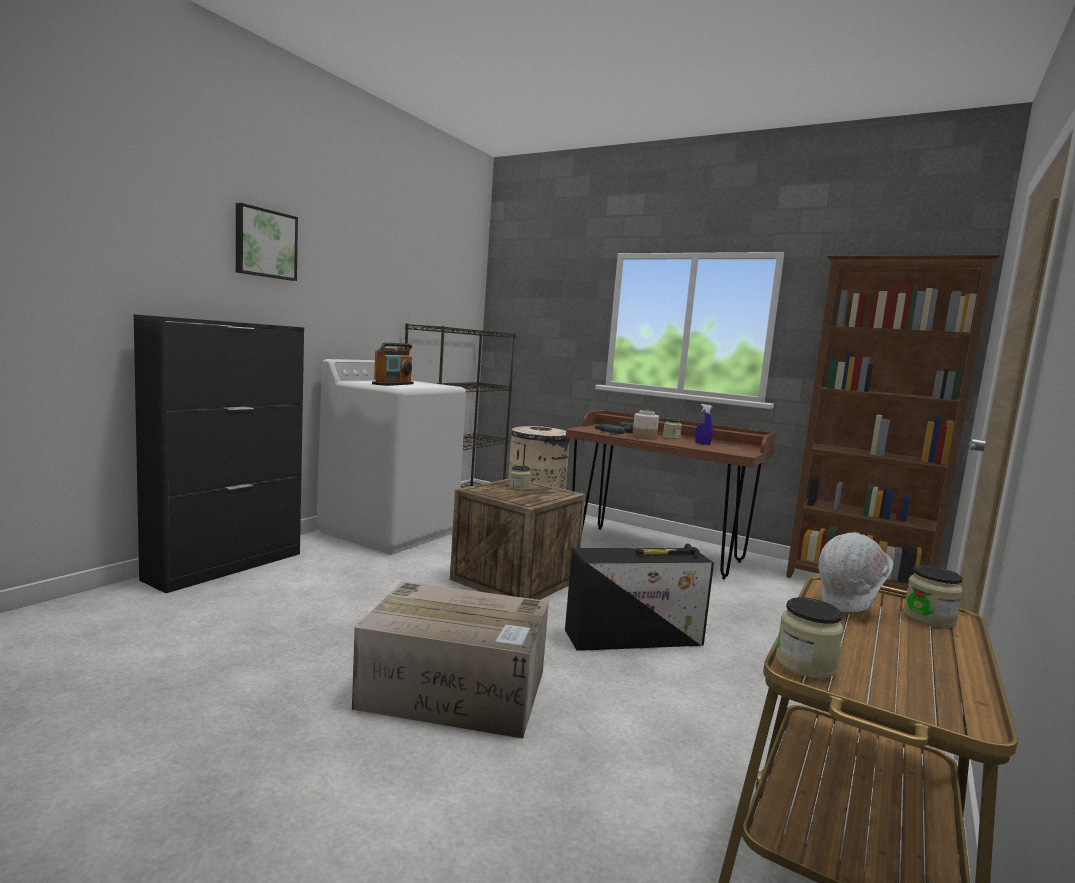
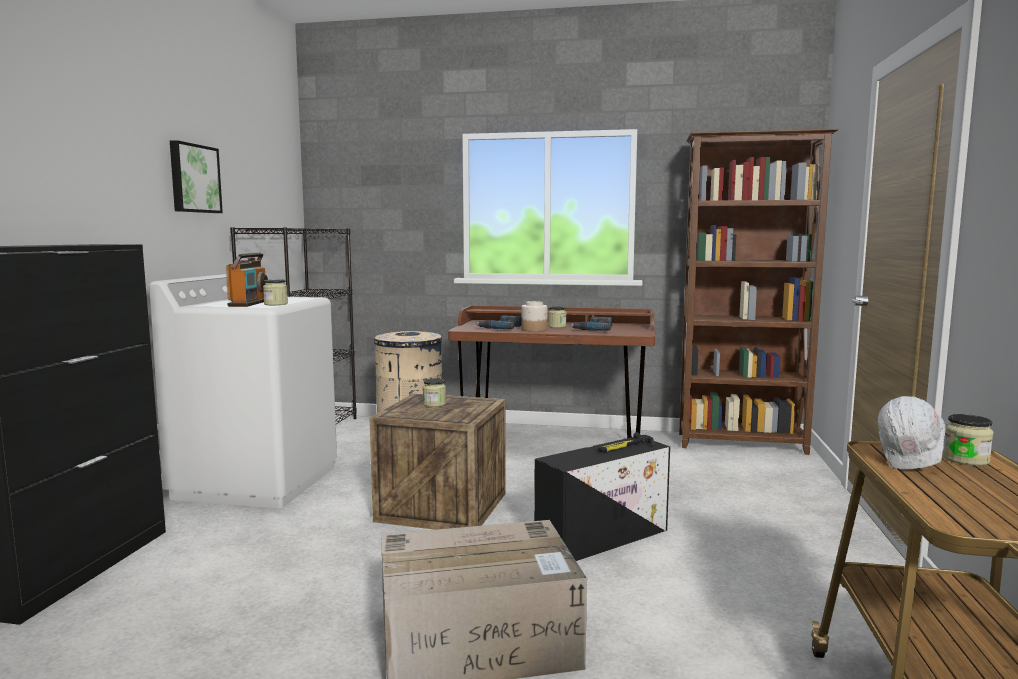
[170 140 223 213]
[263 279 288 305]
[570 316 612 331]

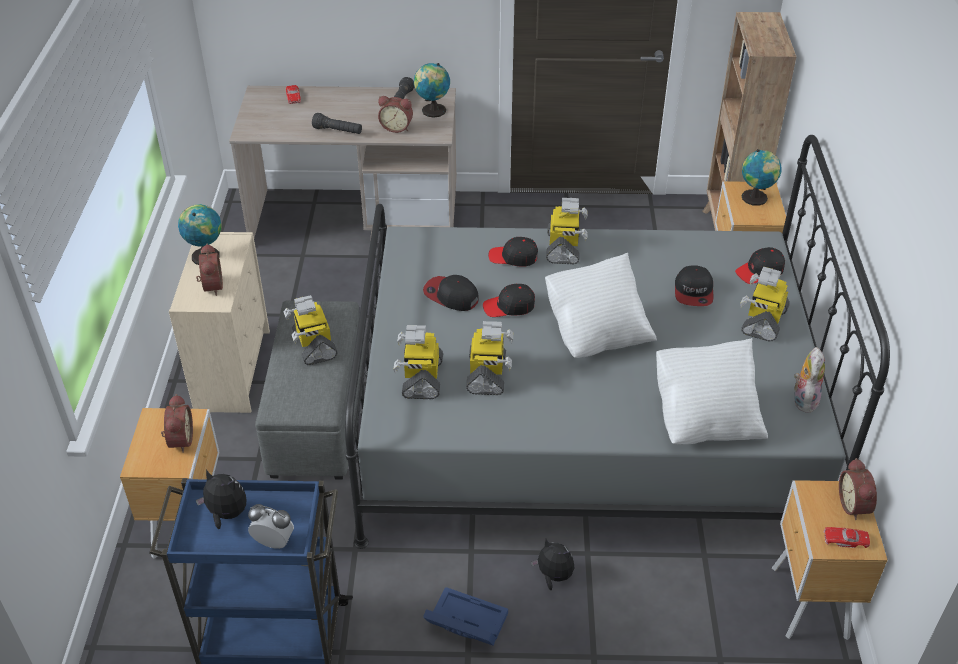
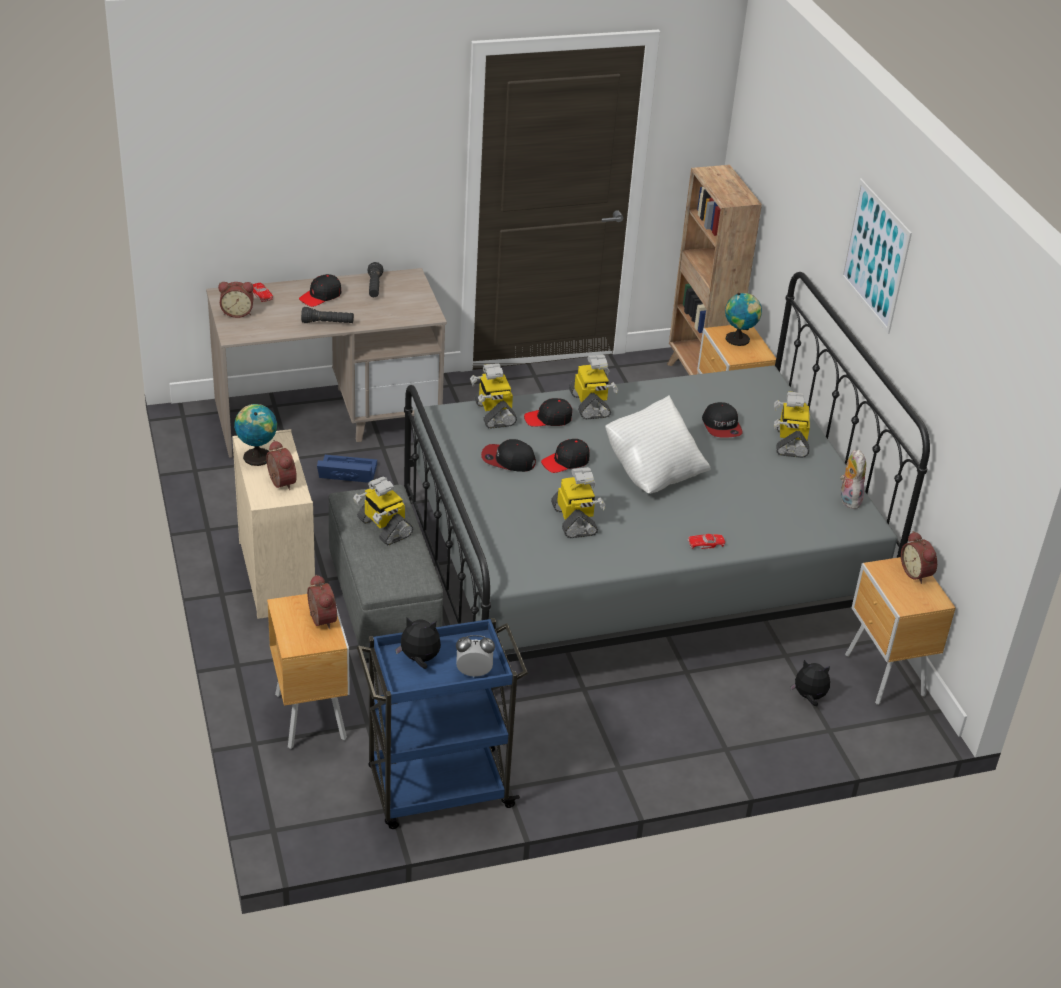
[218 282 254 318]
[299 274 341 307]
[317 455 377 483]
[470 364 517 429]
[688 534 725 549]
[790 660 830 706]
[840 179 912 334]
[414 63 450 118] (first image)
[656 338 768 445] (first image)

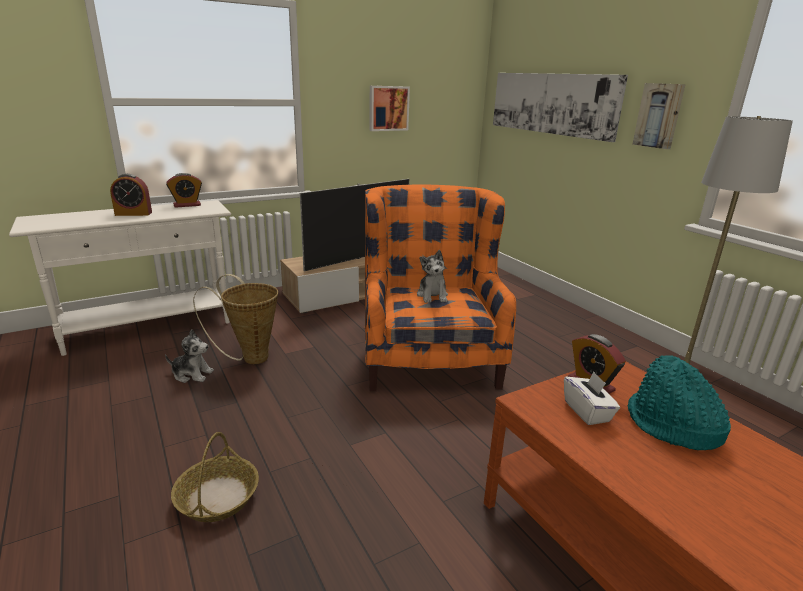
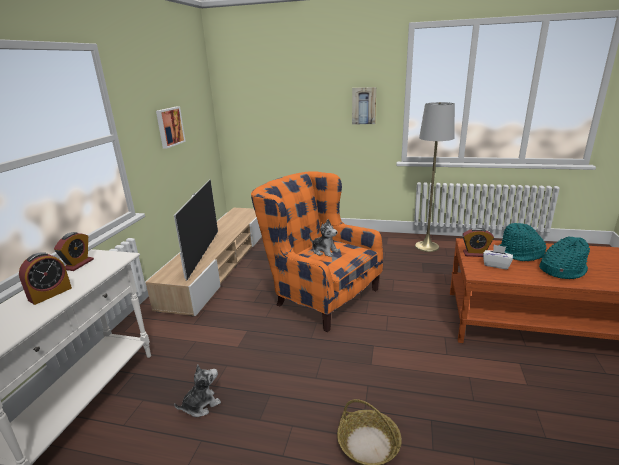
[539 237 590 279]
[193 274 278 364] (first image)
[493 73 628 142] (first image)

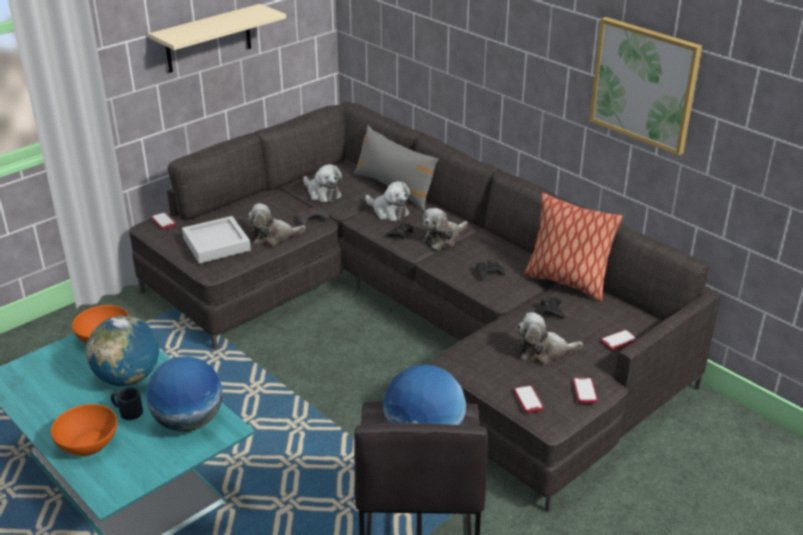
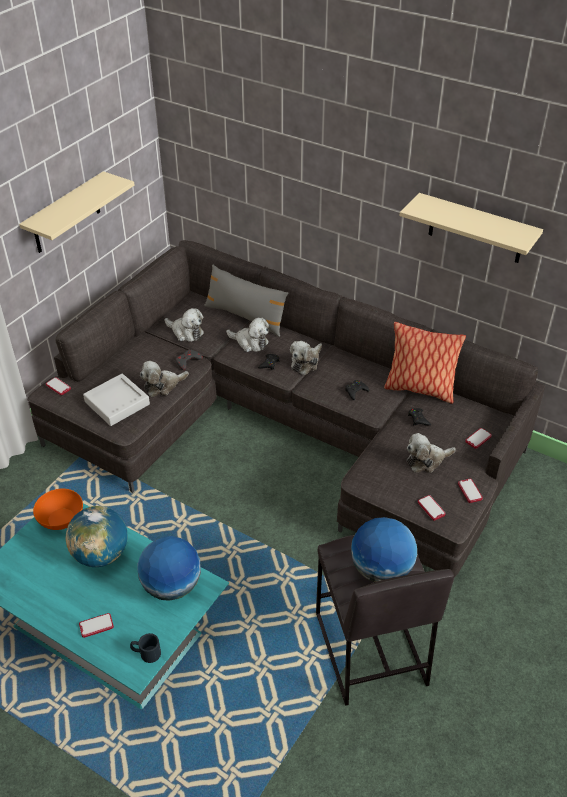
[79 613 114 638]
[130 633 161 663]
[400 193 543 263]

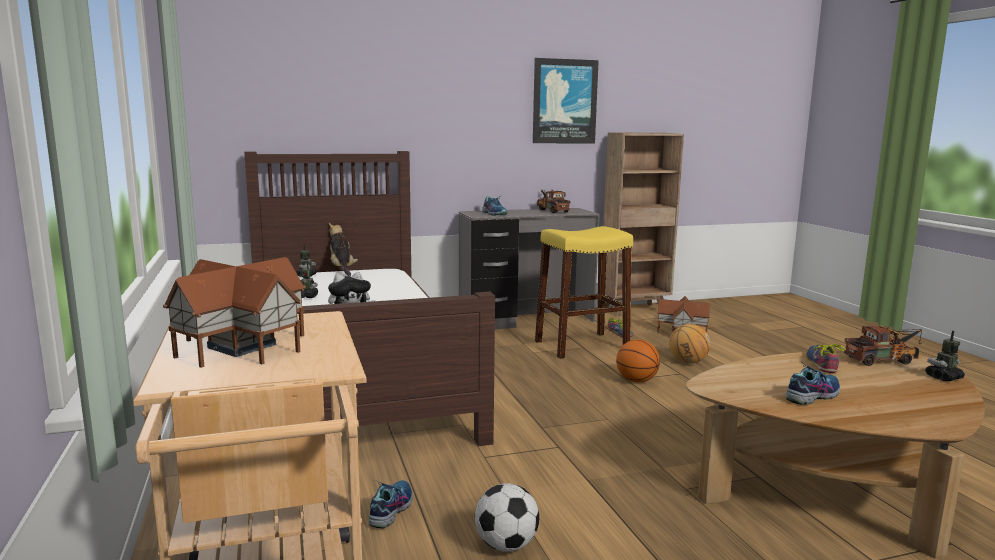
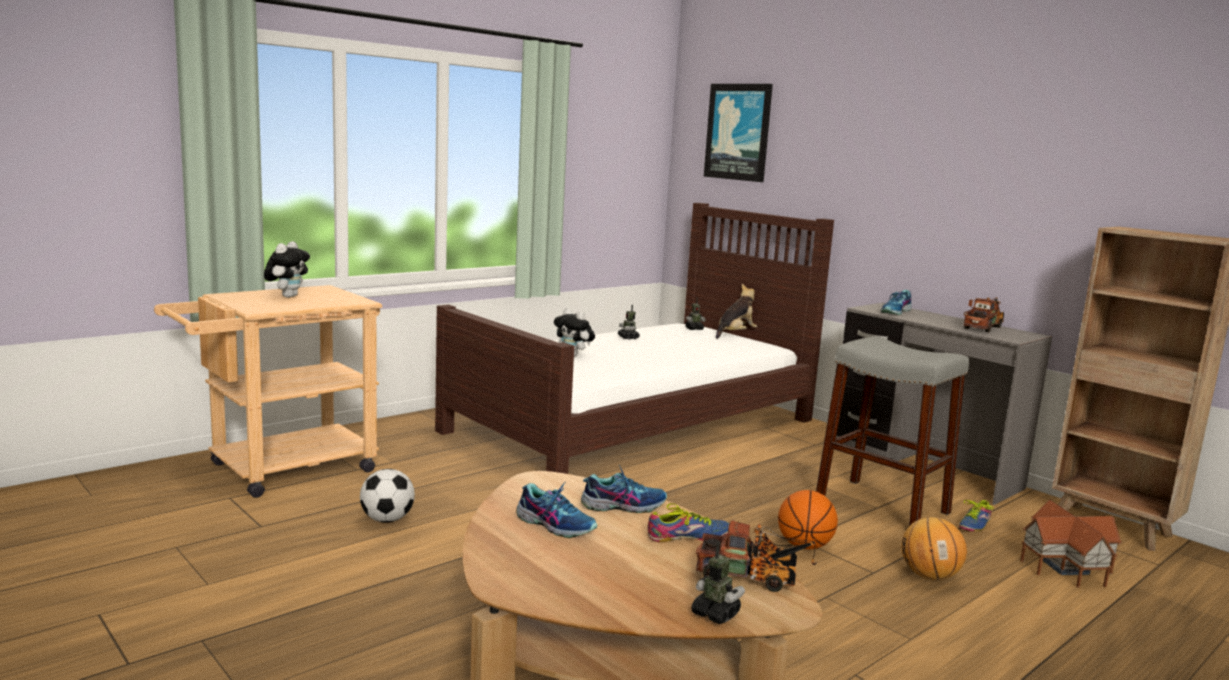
[264 241 310 298]
[581 465 667 513]
[696 520 817 592]
[704 84 773 182]
[816 337 969 526]

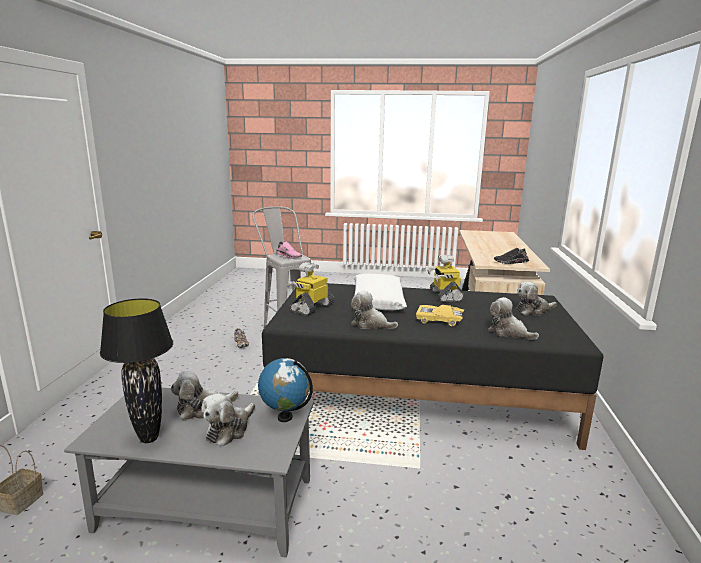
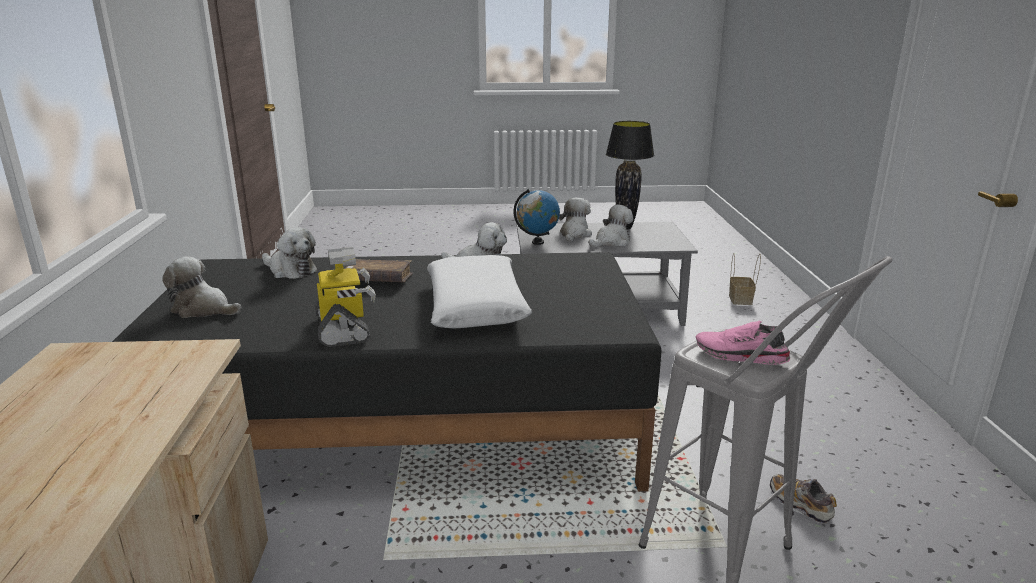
[163 257 241 318]
[344 259 413 282]
[287 262 334 316] (first image)
[494 248 529 264] (first image)

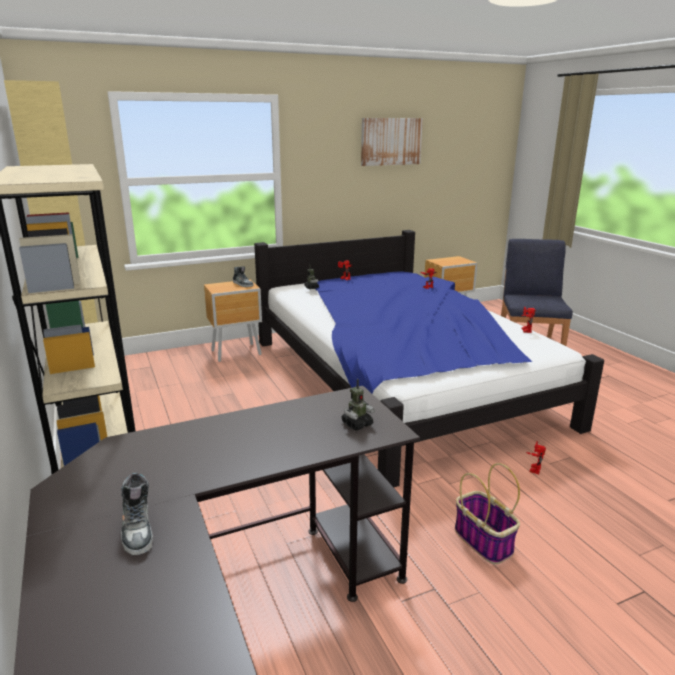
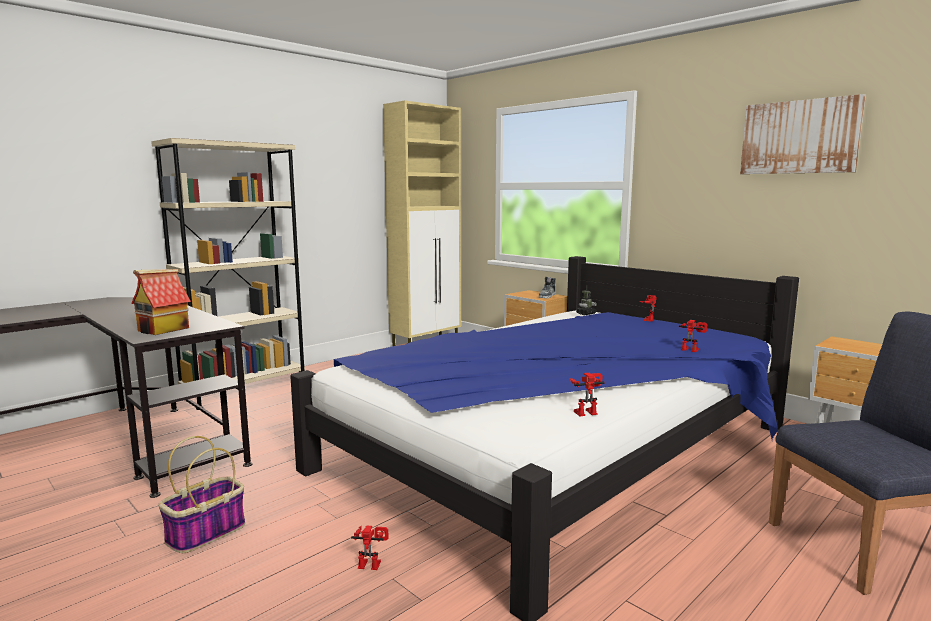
[131 269 191 335]
[121 473 153 556] (first image)

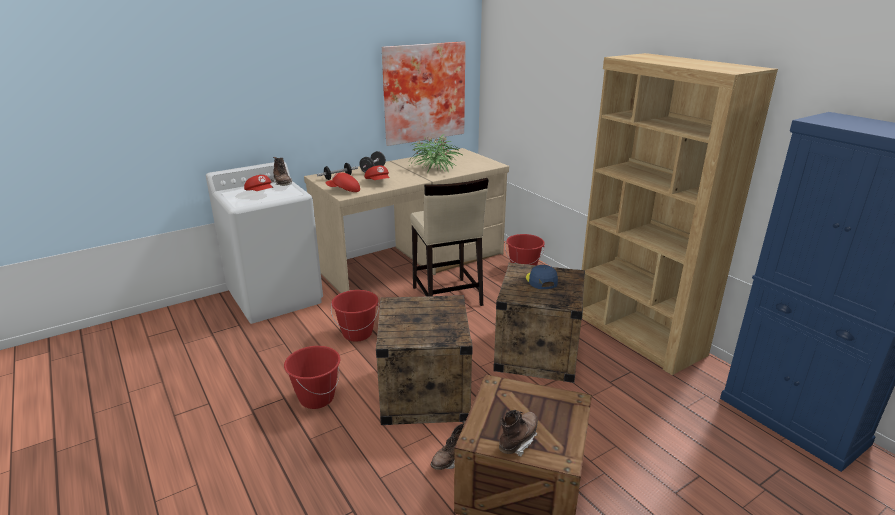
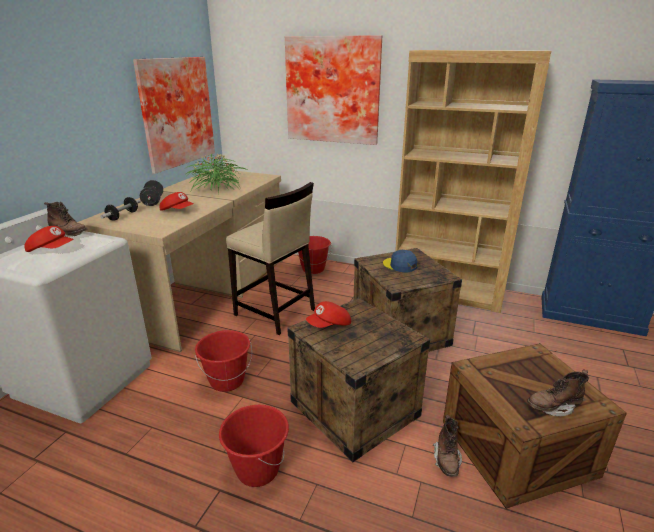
[285 35 382 145]
[306 301 351 328]
[527 369 589 417]

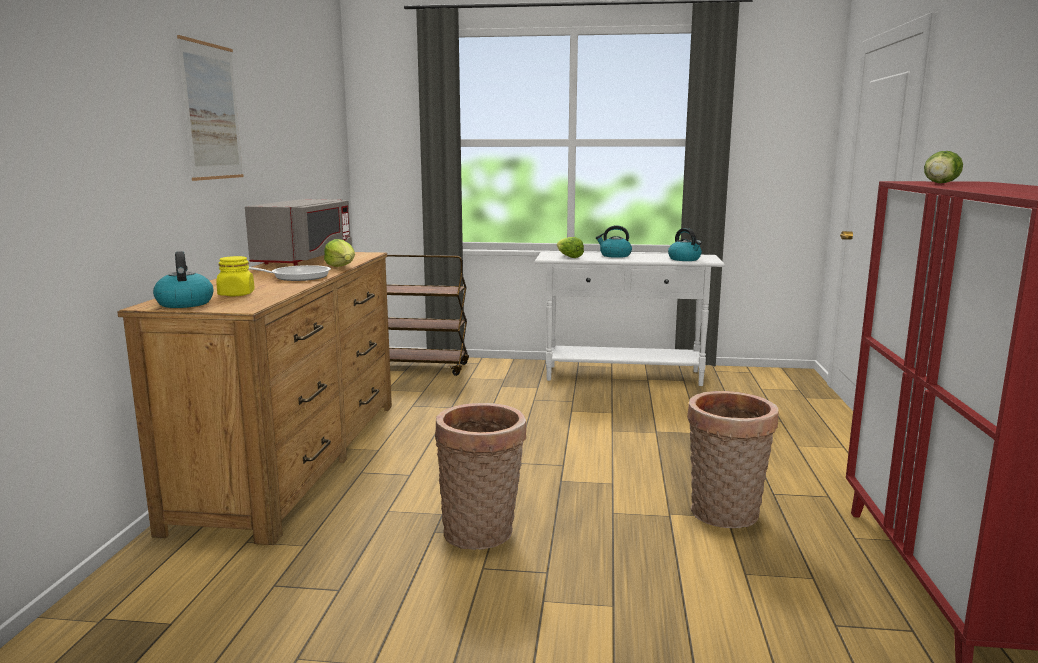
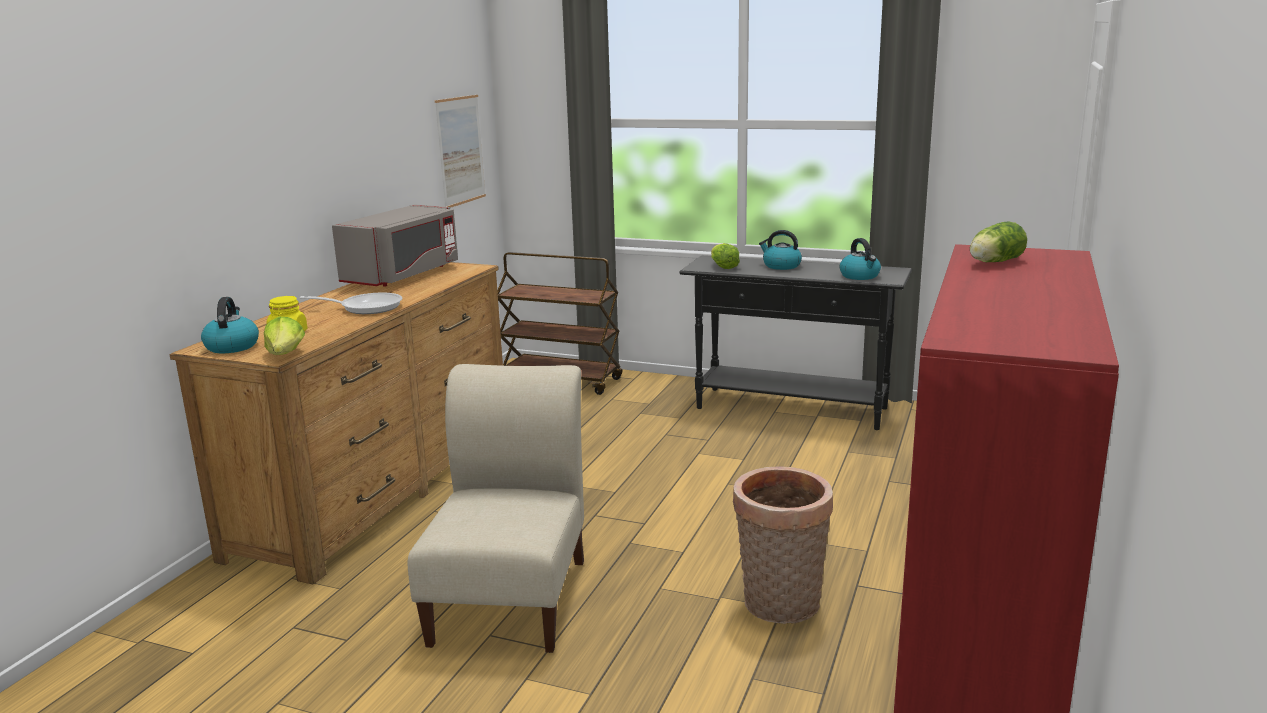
[264 316 305 355]
[407 364 584 653]
[435 95 486 208]
[680 256 912 430]

